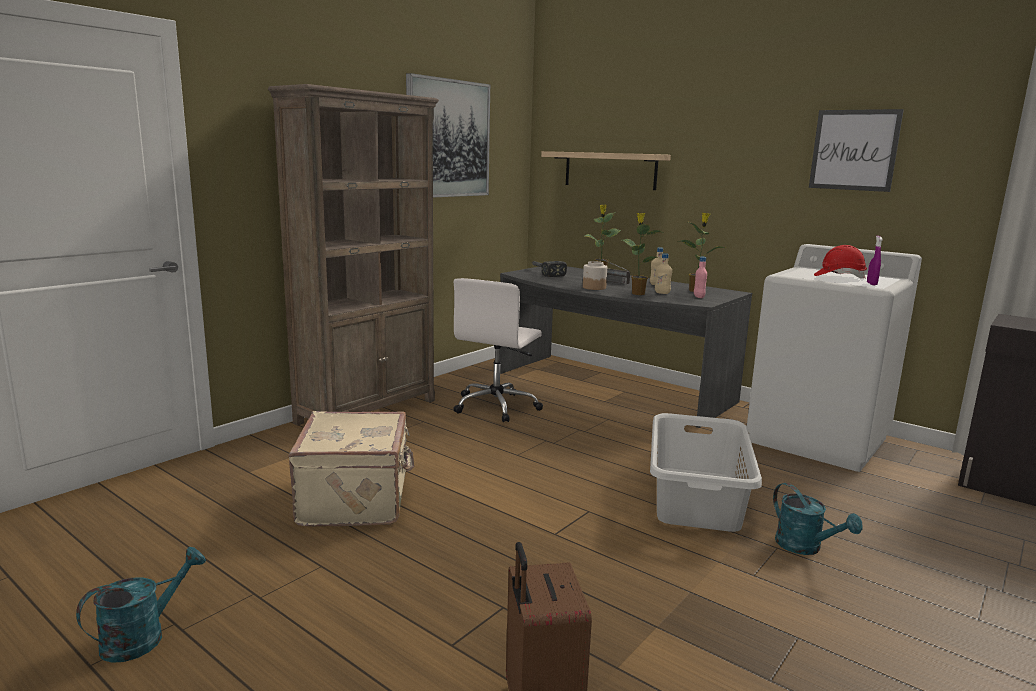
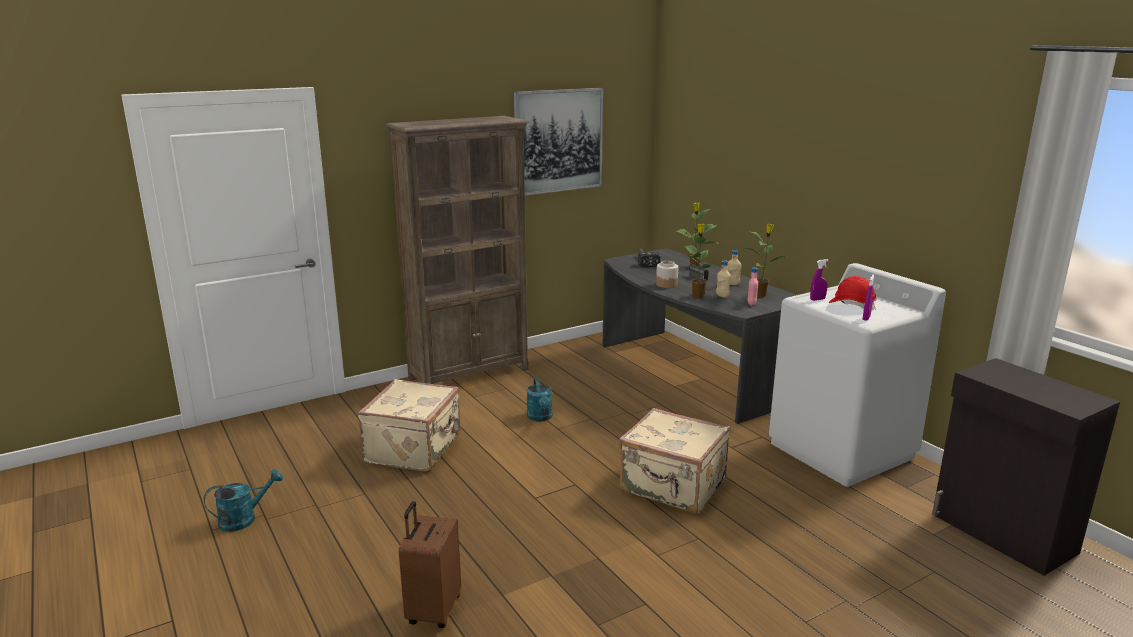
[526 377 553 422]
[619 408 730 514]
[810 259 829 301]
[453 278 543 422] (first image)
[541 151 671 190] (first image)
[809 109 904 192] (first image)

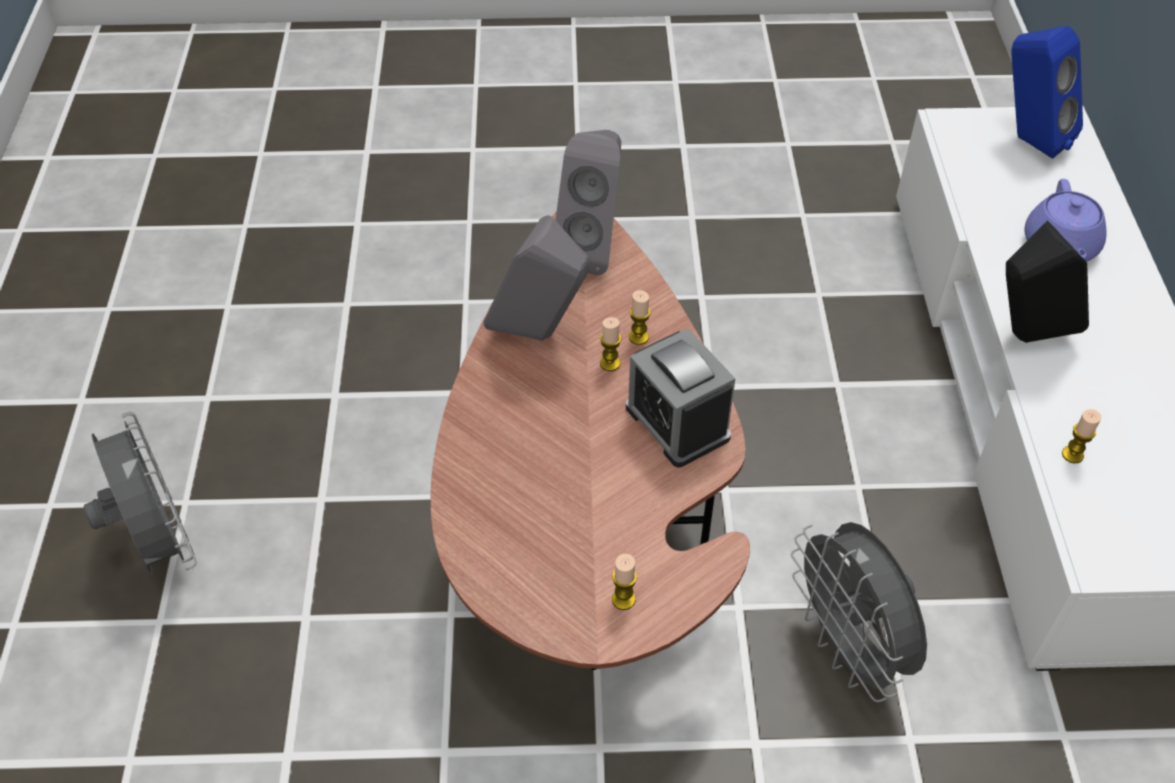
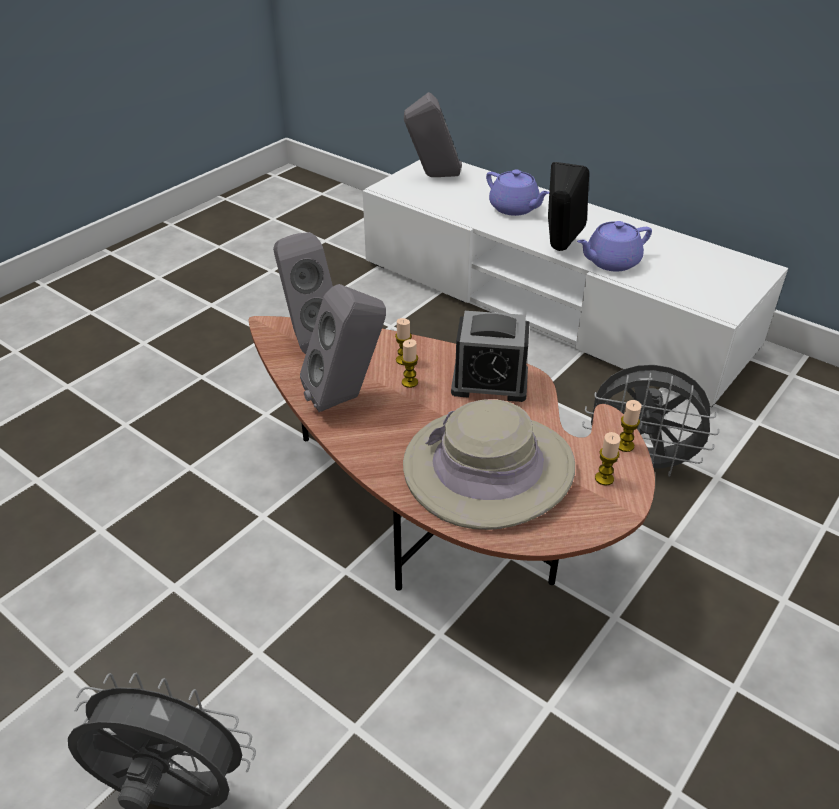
[403 399 575 530]
[404 92 462 177]
[577 221 652 271]
[619 400 642 452]

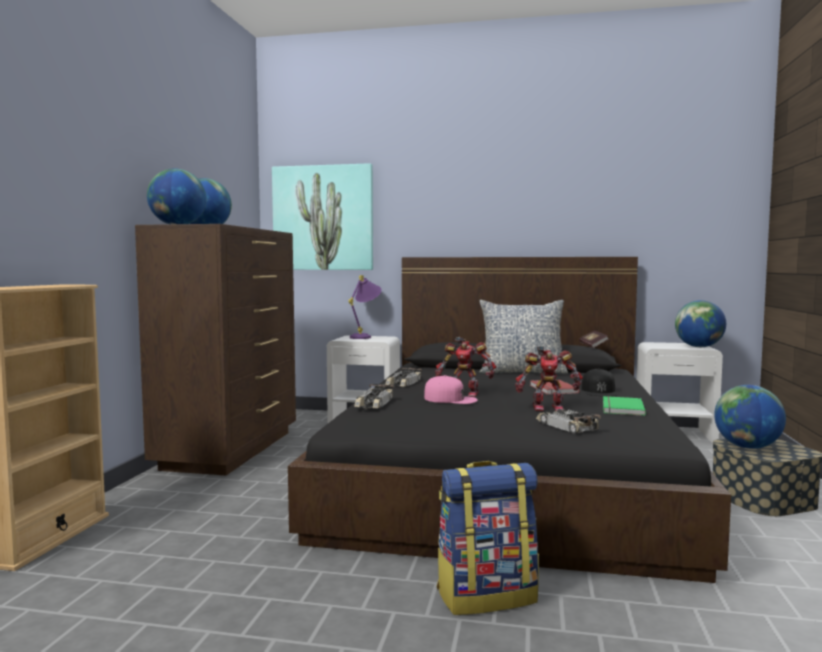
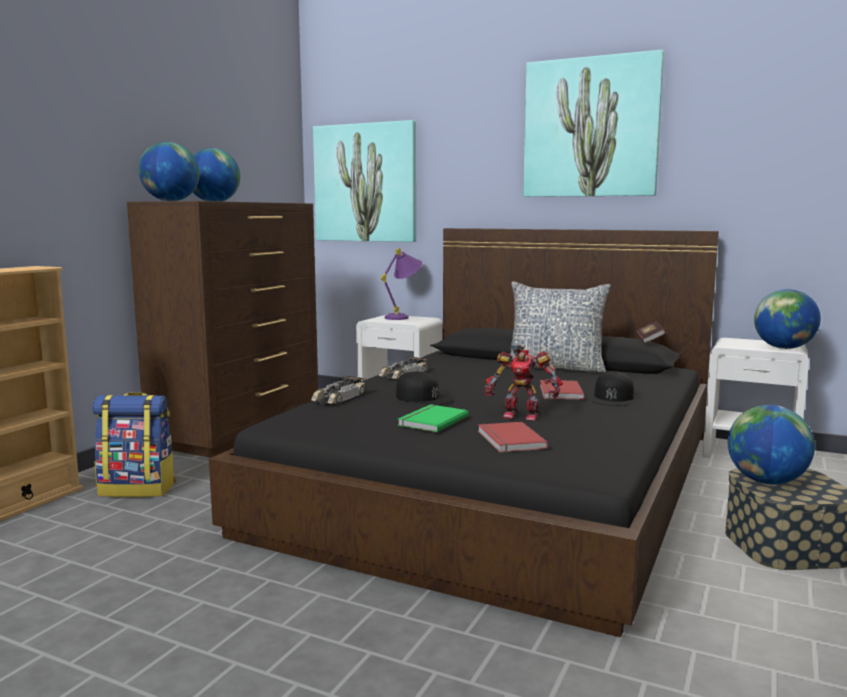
[92 393 176 497]
[396 371 452 405]
[398 404 469 432]
[478 422 548 452]
[523 50 664 197]
[435 337 496 397] (first image)

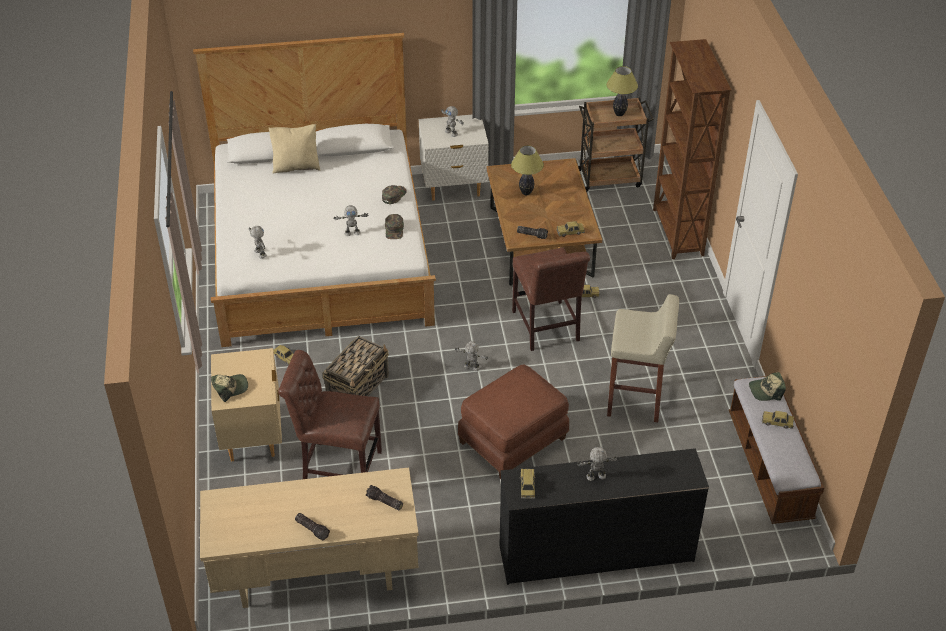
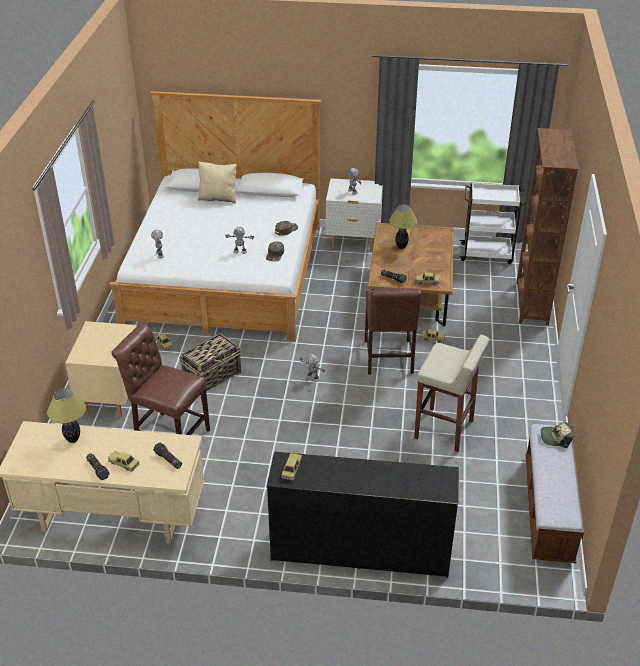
[47 388 86 443]
[108 451 140 472]
[459 183 527 264]
[211 374 248 402] (first image)
[458 364 569 479] (first image)
[577 447 619 481] (first image)

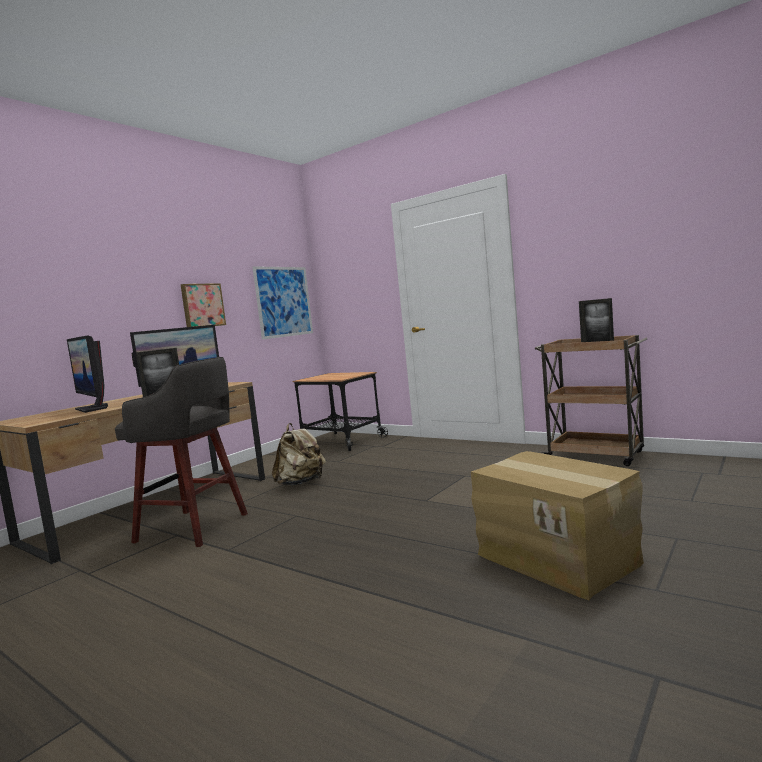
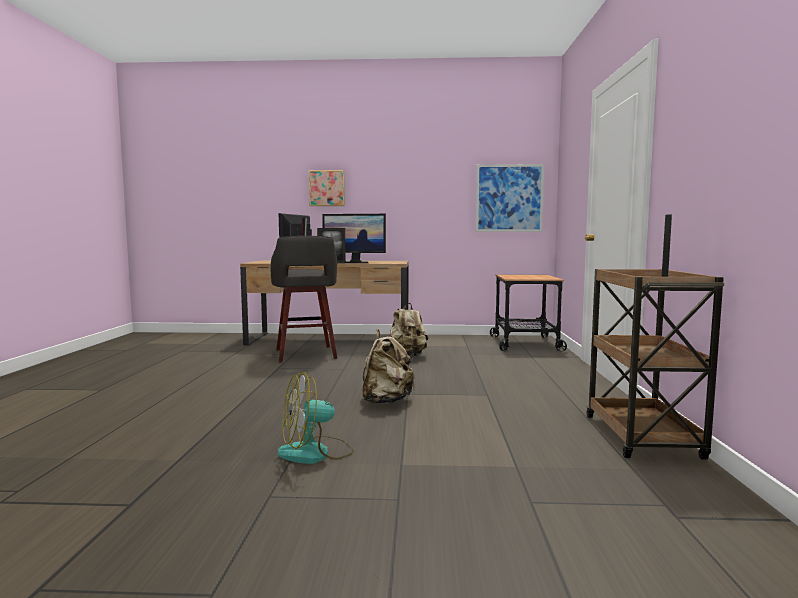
[278 372 354 464]
[309 170 345 206]
[362 329 415 404]

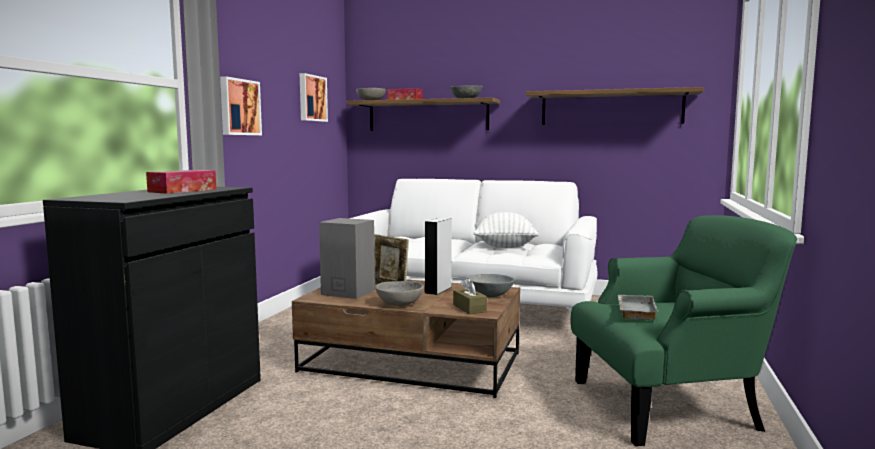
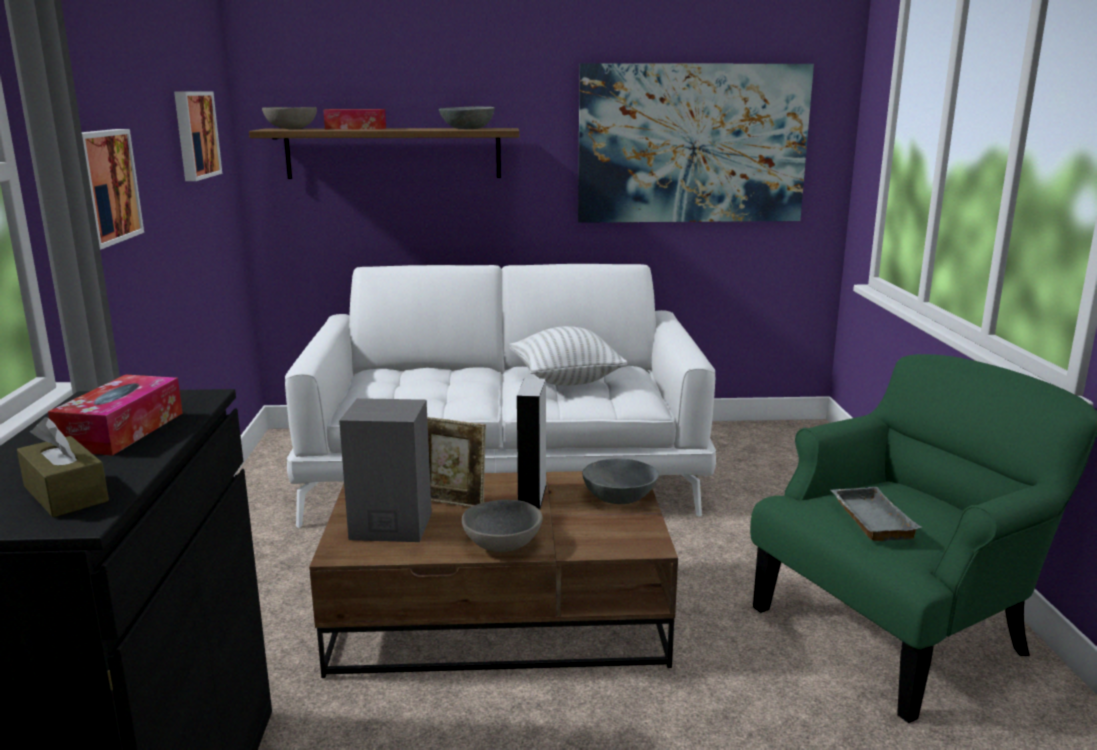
[17 417 109 517]
[578 63 814 223]

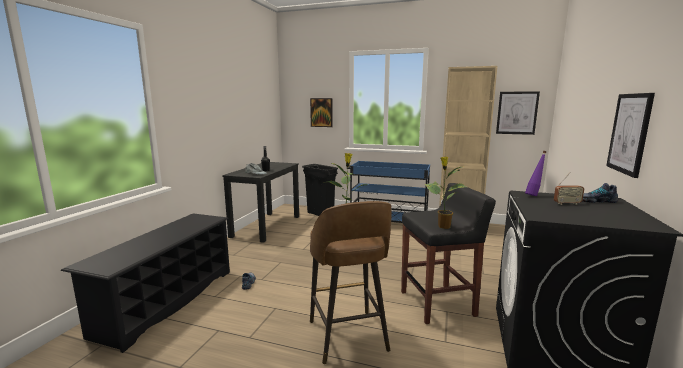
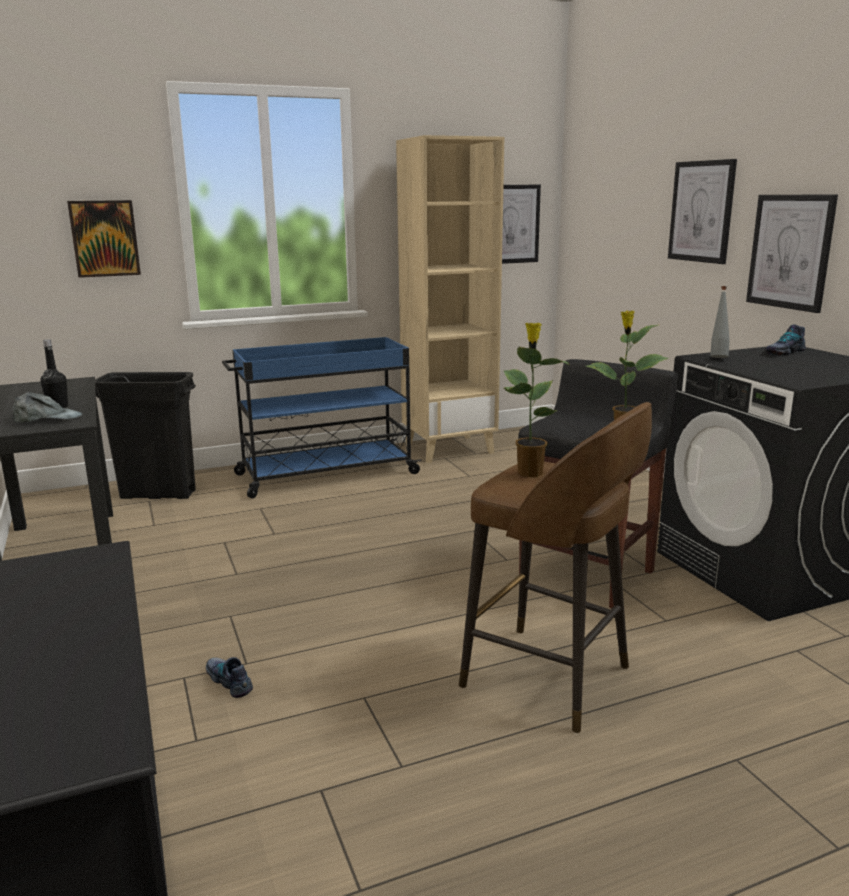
[668 159 737 264]
[710 286 730 358]
[554 172 584 205] (first image)

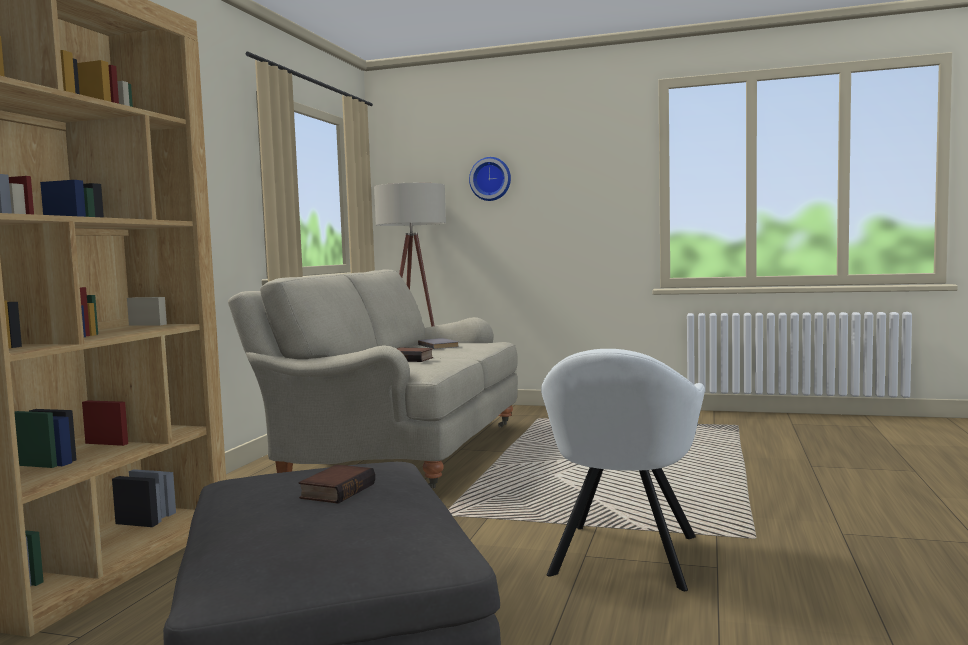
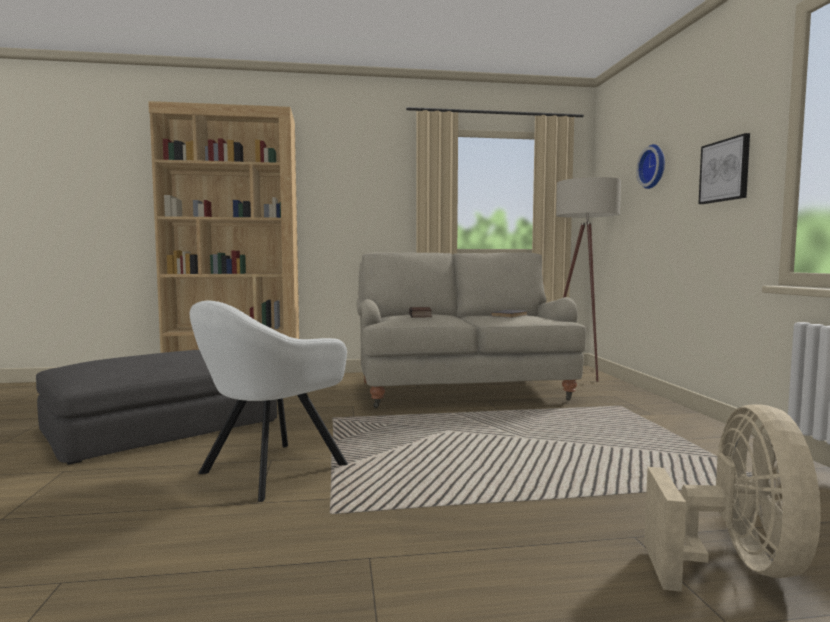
[190 301 348 502]
[644 404 821 592]
[698 133 750 204]
[299 465 375 504] (first image)

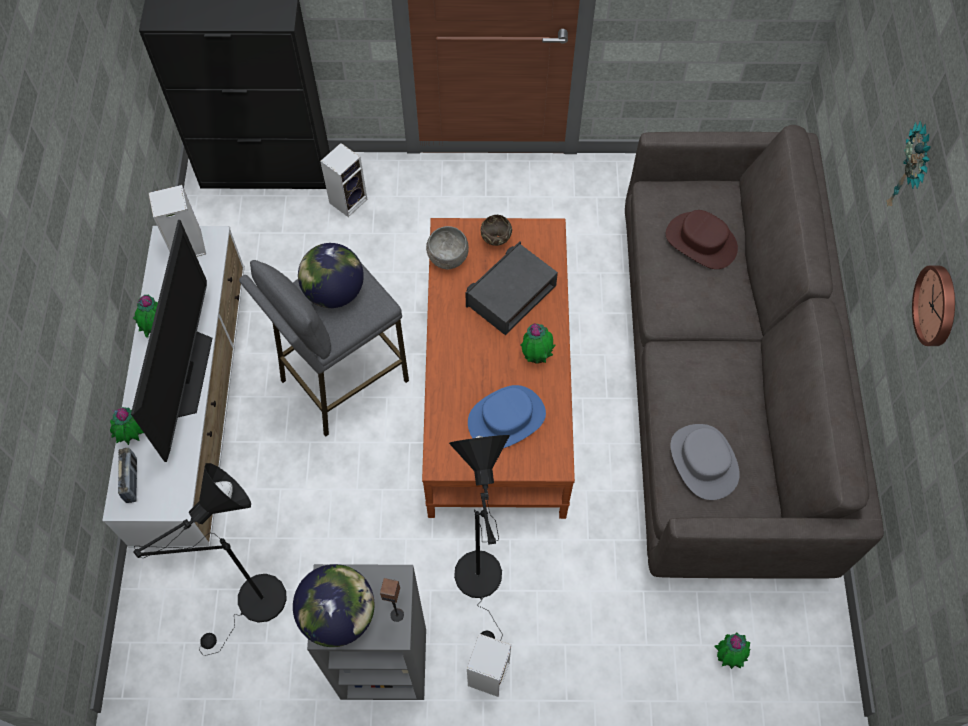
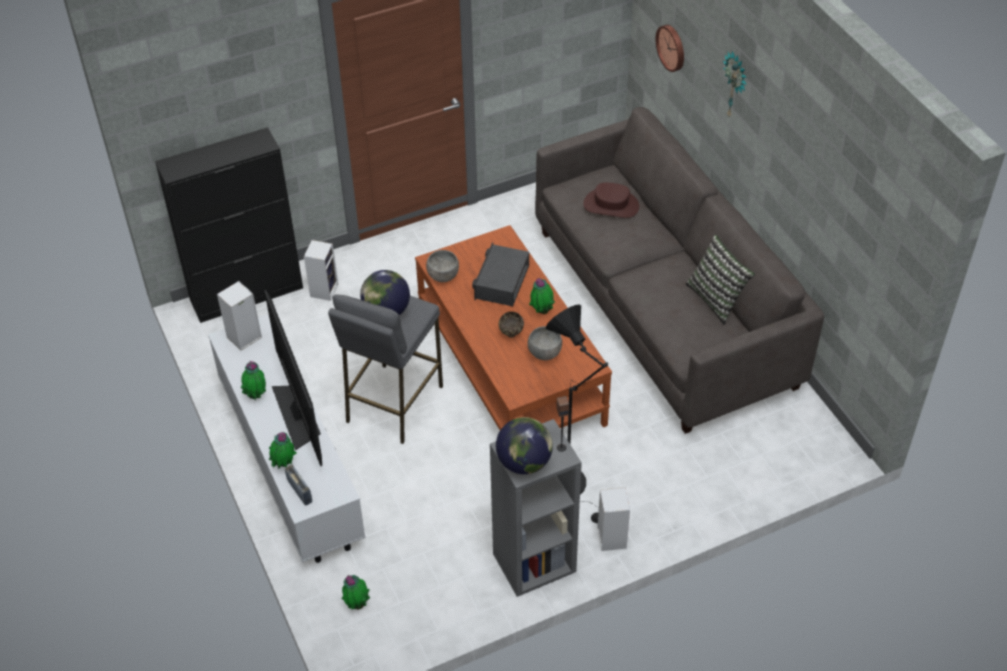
[342 575 370 610]
[499 312 524 338]
[528 326 562 360]
[655 25 684 72]
[686 235 755 325]
[134 463 287 656] (first image)
[670 424 740 500] (first image)

